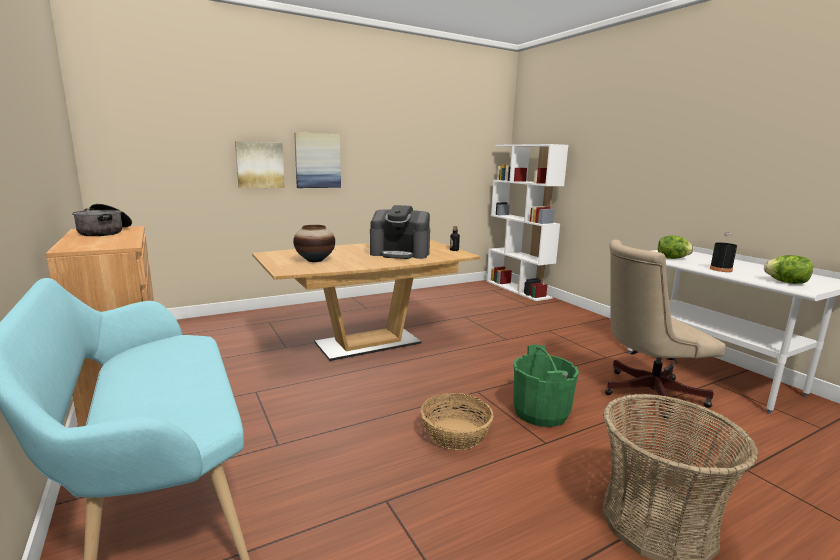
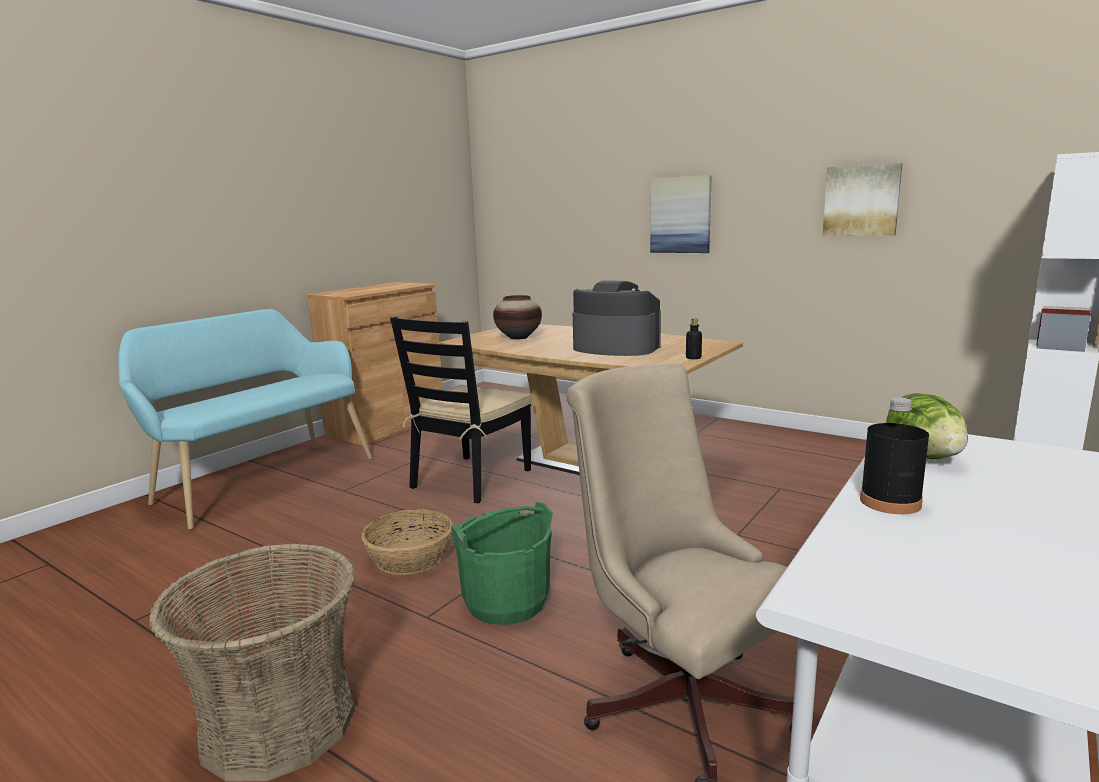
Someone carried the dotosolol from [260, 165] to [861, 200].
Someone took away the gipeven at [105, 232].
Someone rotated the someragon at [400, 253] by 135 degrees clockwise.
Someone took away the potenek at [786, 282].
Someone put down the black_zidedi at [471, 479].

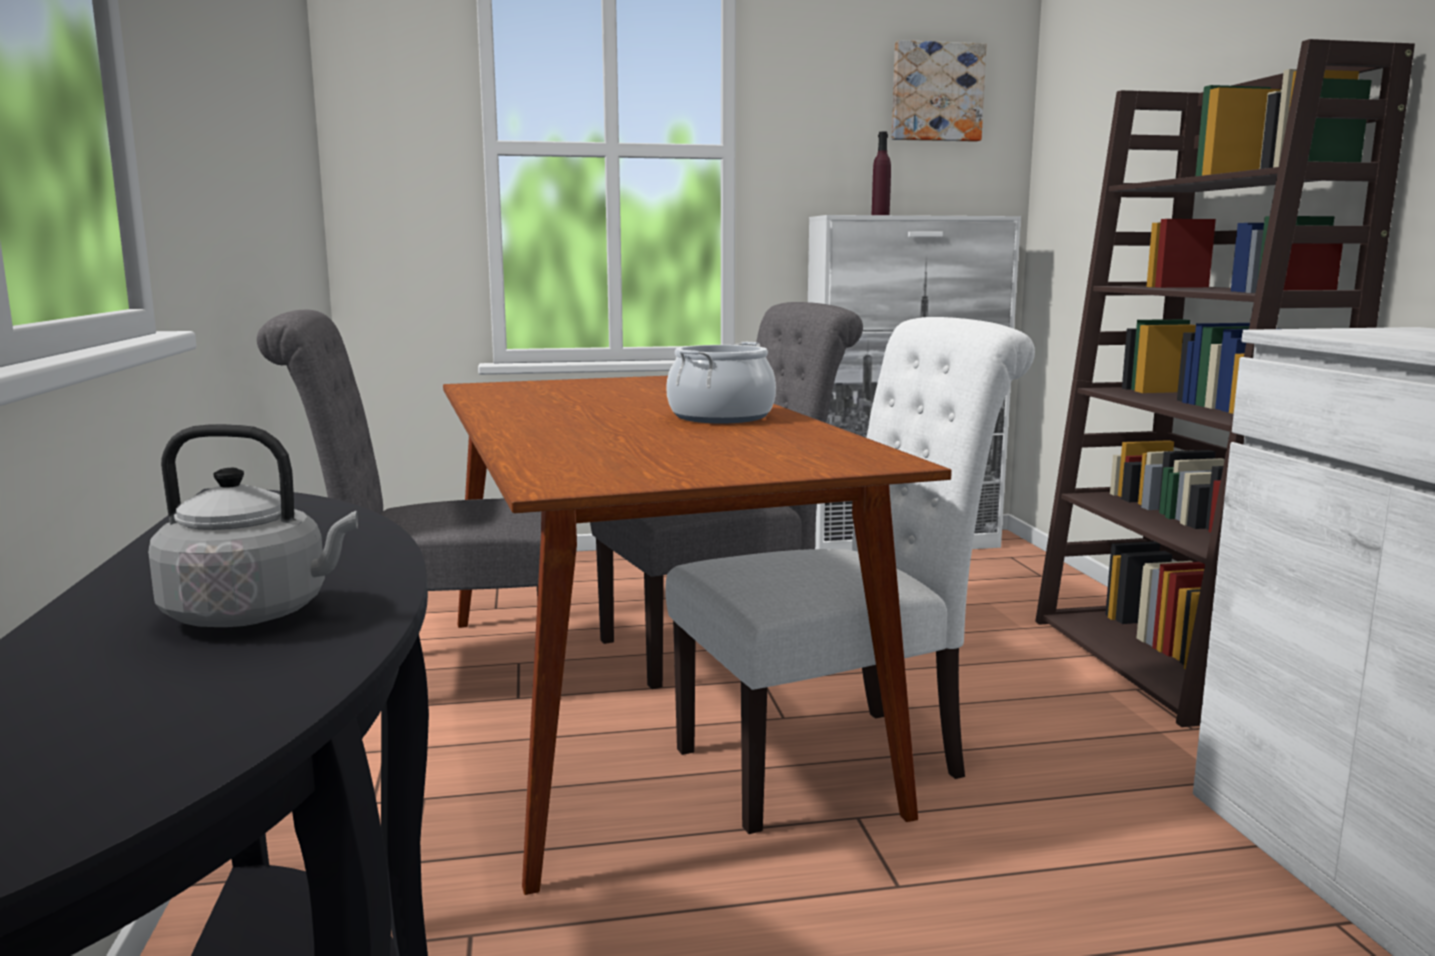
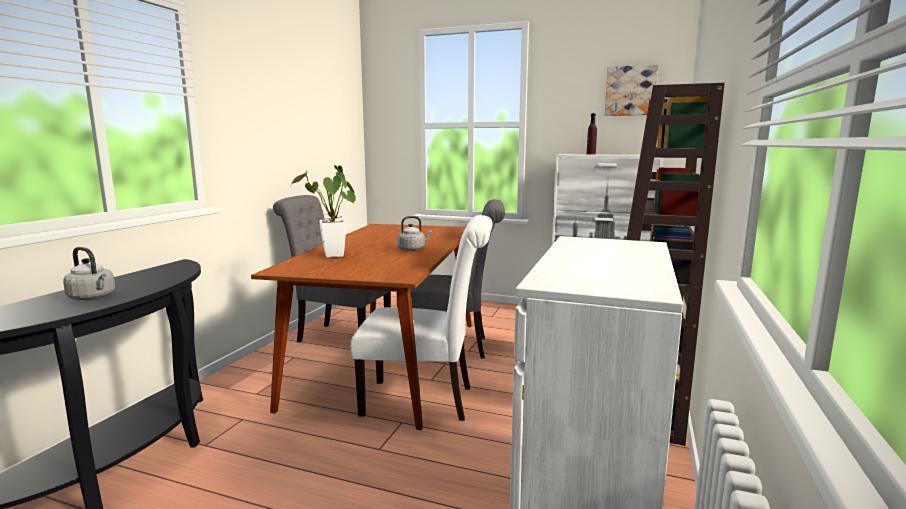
Someone swapped the gipeven at [720, 417] for the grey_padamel at [412, 249].
Someone put down the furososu at [334, 256].

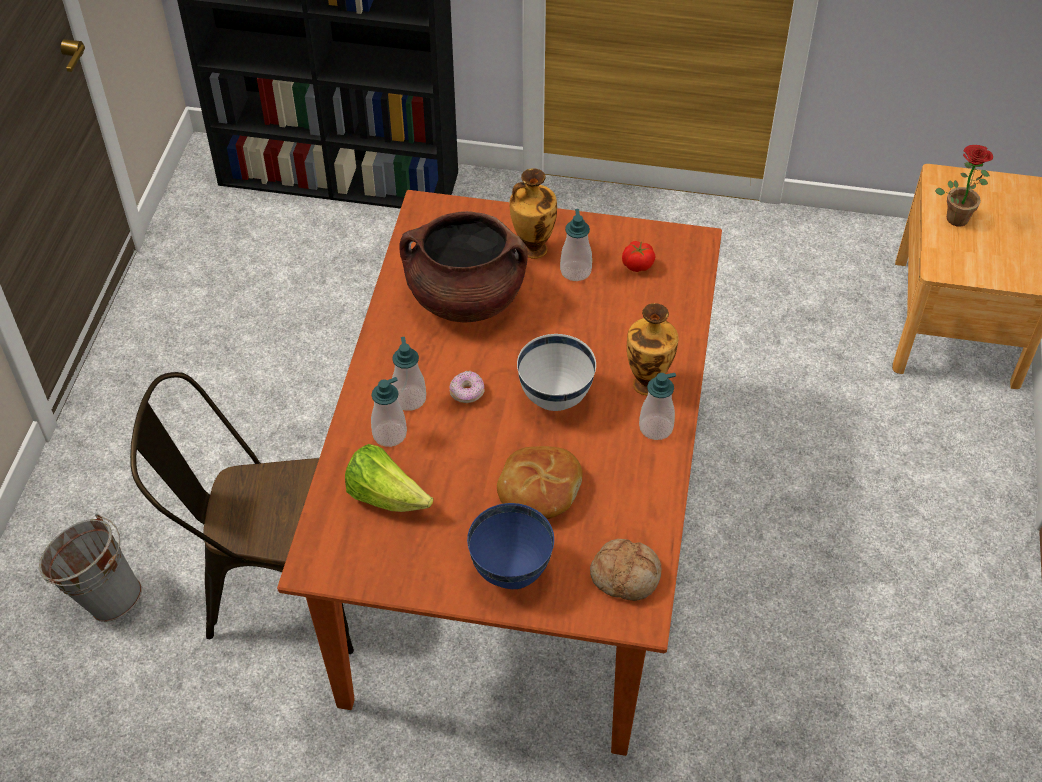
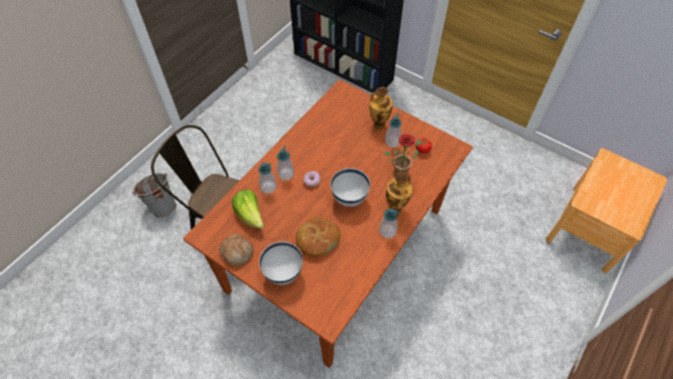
Someone carried the furososu from [957, 215] to [402, 169].
Someone took away the brown_gipeven at [465, 298].
Someone repainted the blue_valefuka at [510, 570], which became the white_valefuka at [283, 273].
Someone carried the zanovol from [626, 575] to [237, 252].

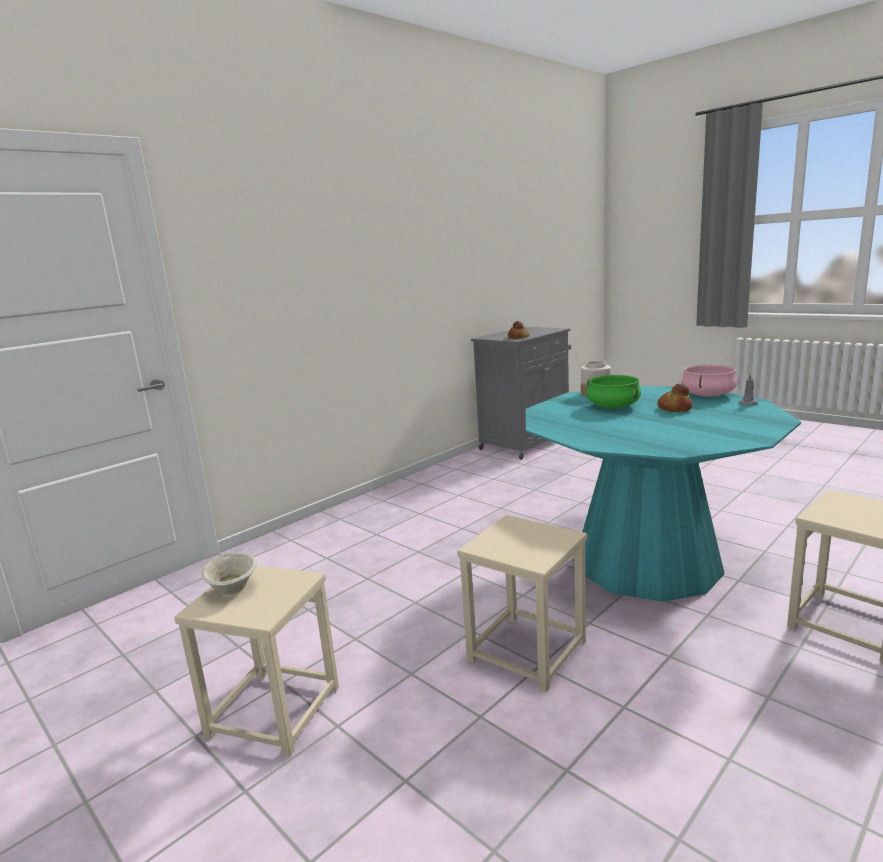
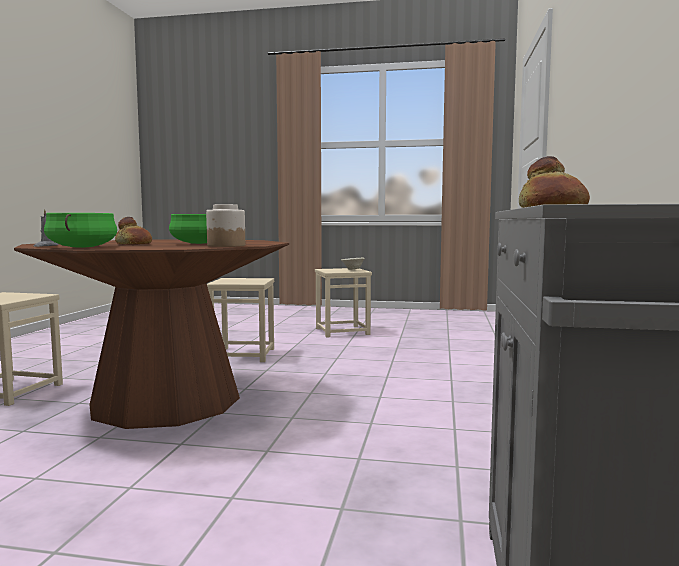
Someone repainted the pink_gipeven at [707, 395], which became the green_gipeven at [82, 247].
Someone repainted the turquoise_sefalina at [647, 562], which became the brown_sefalina at [165, 401].

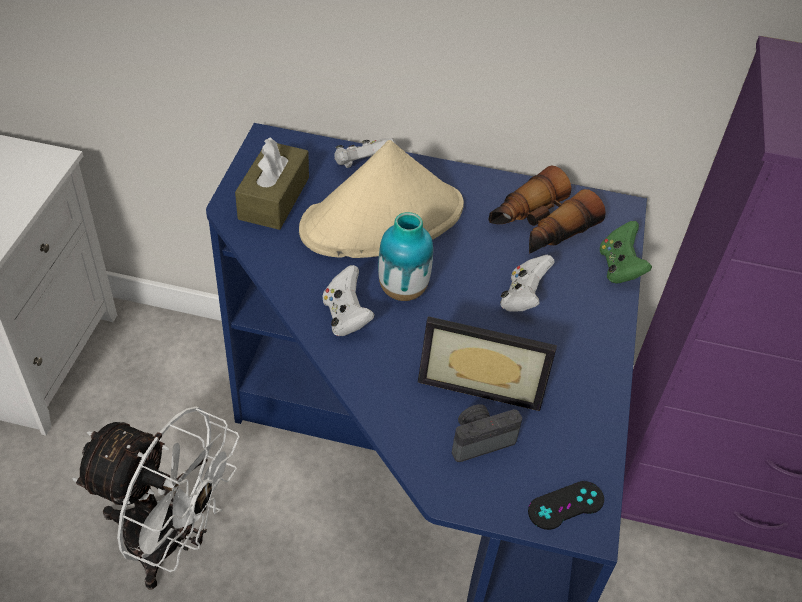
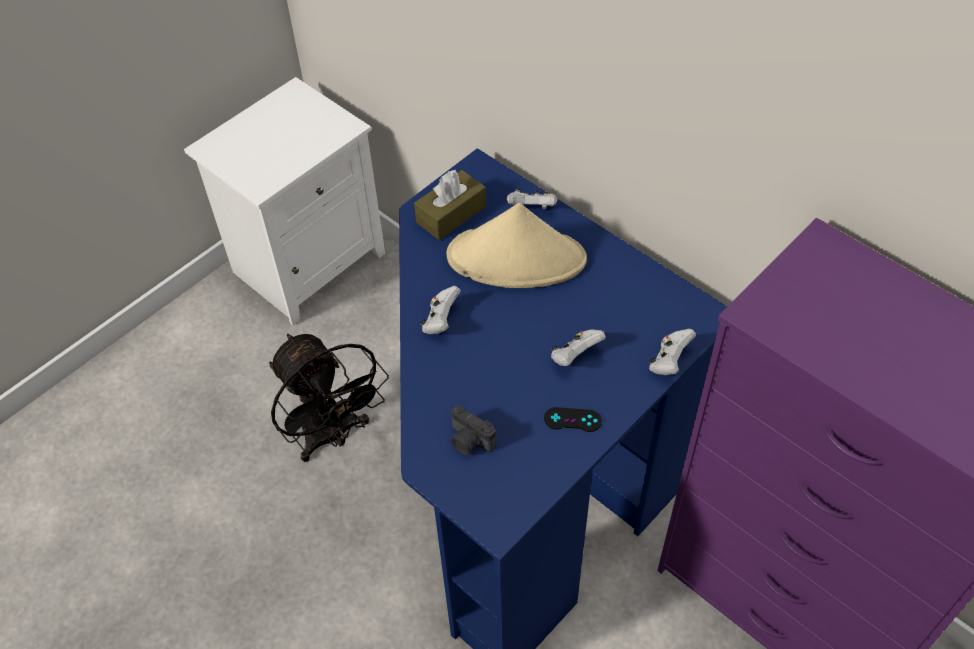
Someone took away the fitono at [539, 227].
Someone took away the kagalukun at [402, 290].
Someone repainted the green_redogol at [619, 267], which became the white_redogol at [669, 362].
Someone took away the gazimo at [482, 379].
Someone rotated the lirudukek at [479, 439] by 150 degrees counterclockwise.
Someone repainted the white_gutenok at [171, 542], which became the black_gutenok at [332, 436].
Someone carried the black_redogol from [566, 505] to [572, 420].

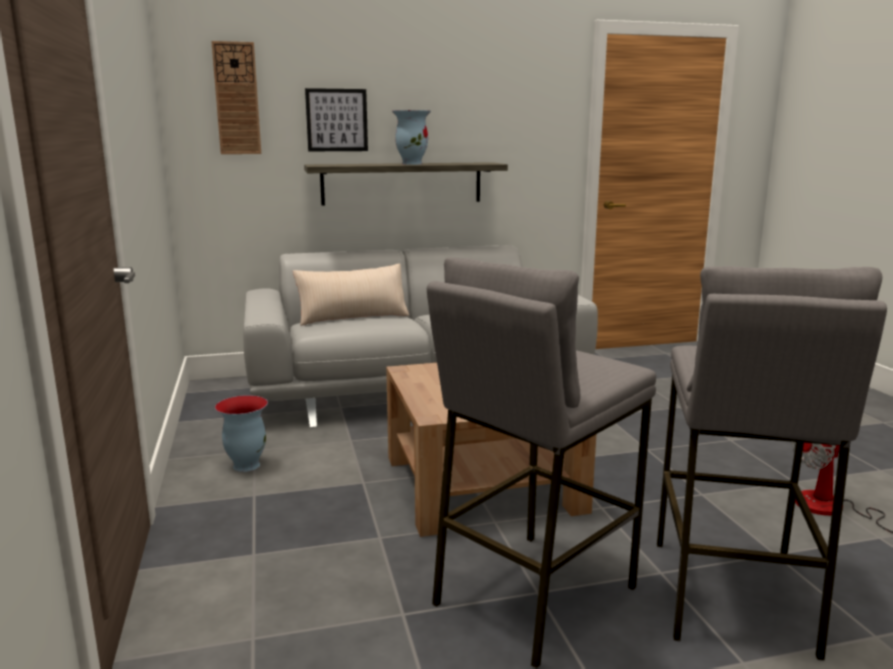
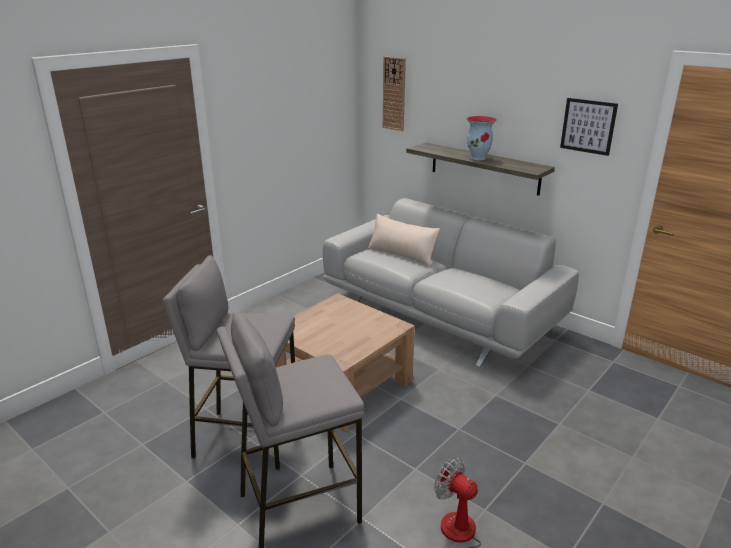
Someone carried the dotosolol from [337, 120] to [588, 126].
Someone took away the kagalukun at [245, 465].

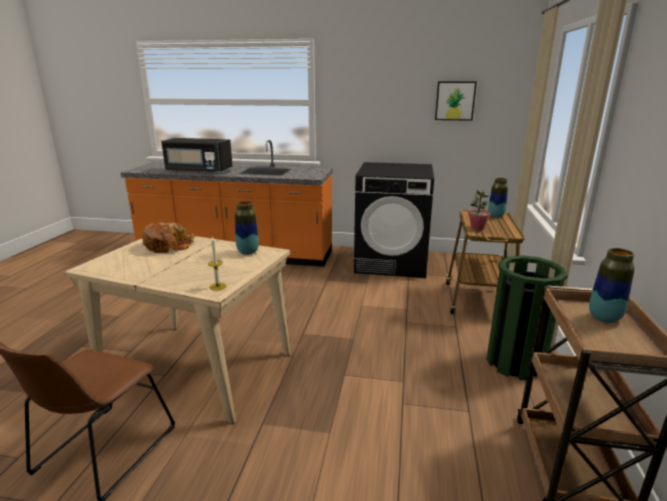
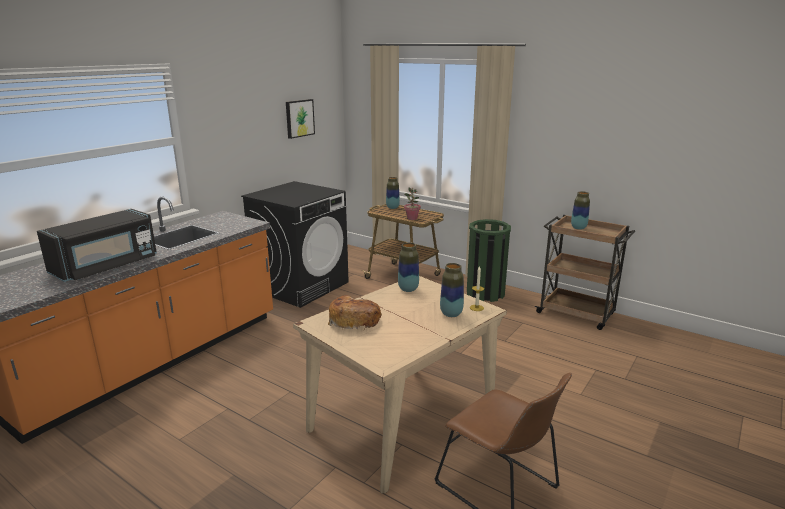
Someone put down the kagalukun at [451, 314].

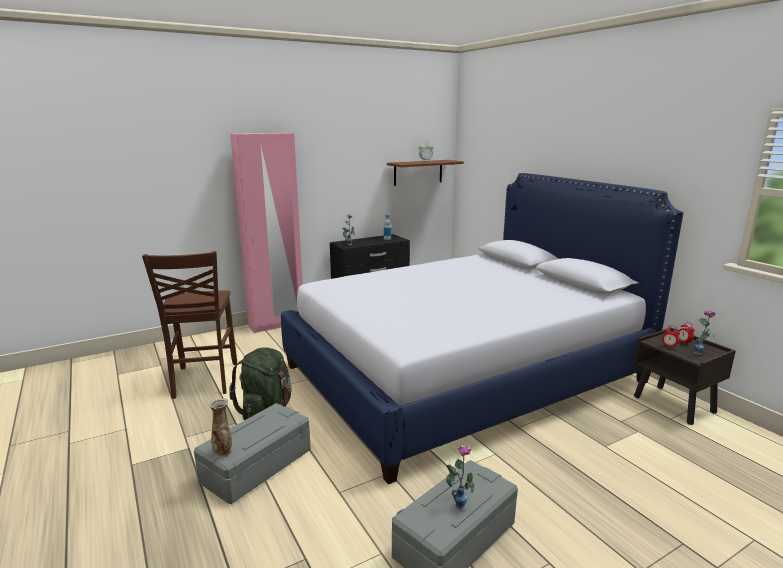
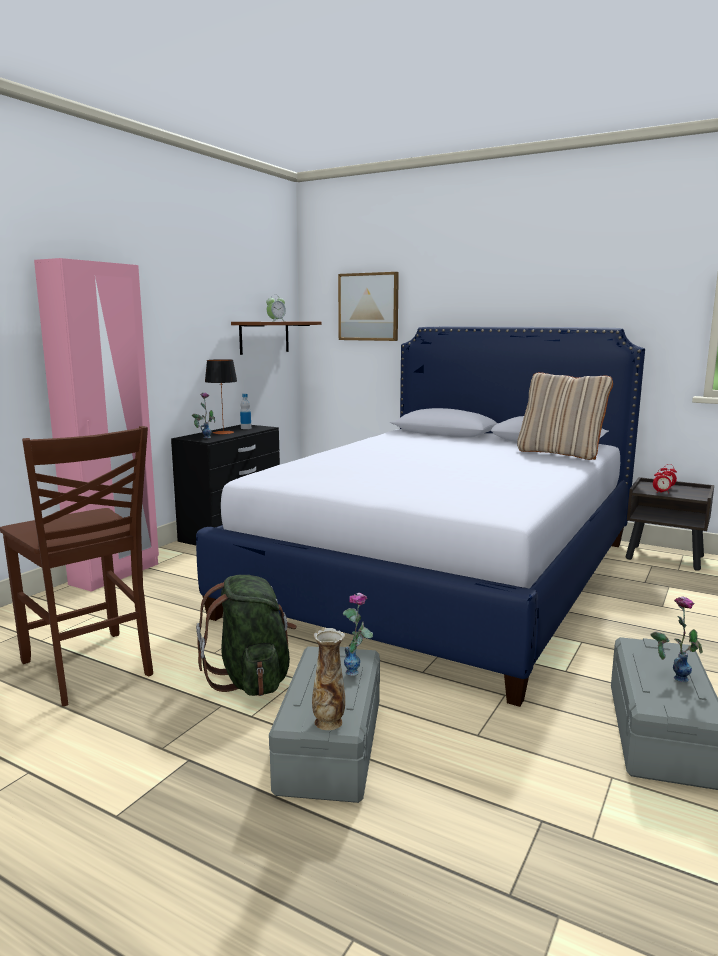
Someone carried the kagalukun from [701, 352] to [358, 669].
Someone put up the dotosolol at [368, 307].
Someone put down the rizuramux at [223, 432].
Someone put down the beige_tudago at [560, 453].

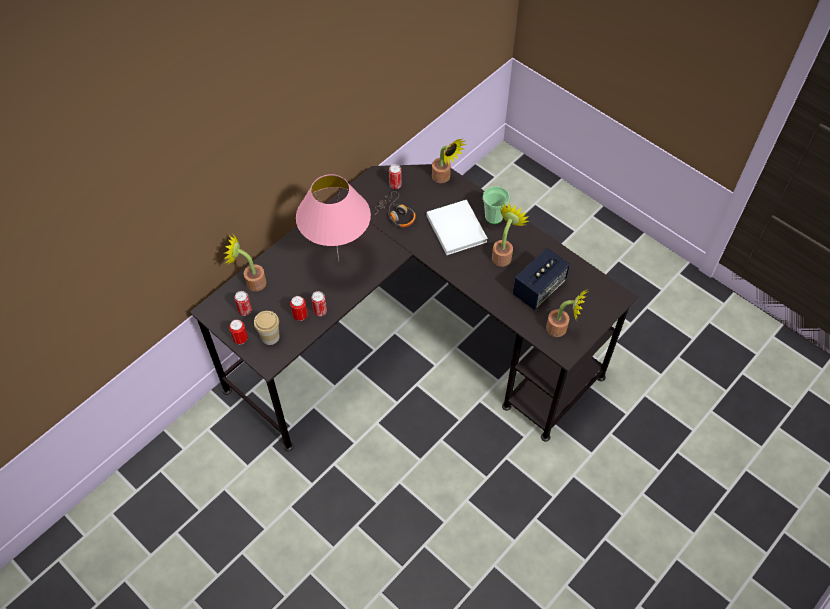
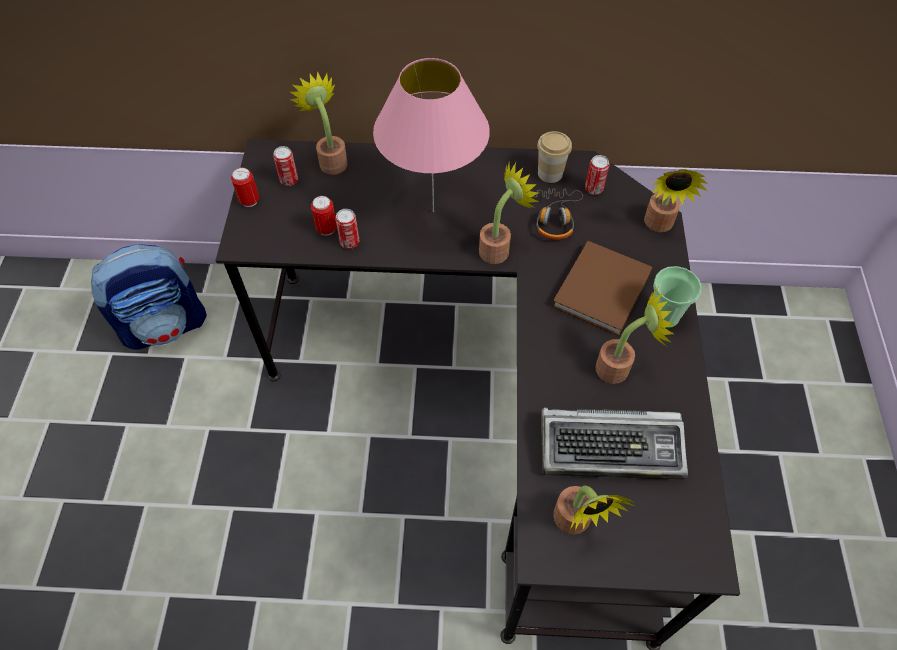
Someone repainted the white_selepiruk at [455, 227], which became the brown_selepiruk at [603, 287].
Someone swapped the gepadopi at [539, 289] for the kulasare at [612, 447].
Someone carried the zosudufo from [270, 337] to [550, 173].
Someone put down the furososu at [499, 248].
Someone put down the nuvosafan at [166, 325].

